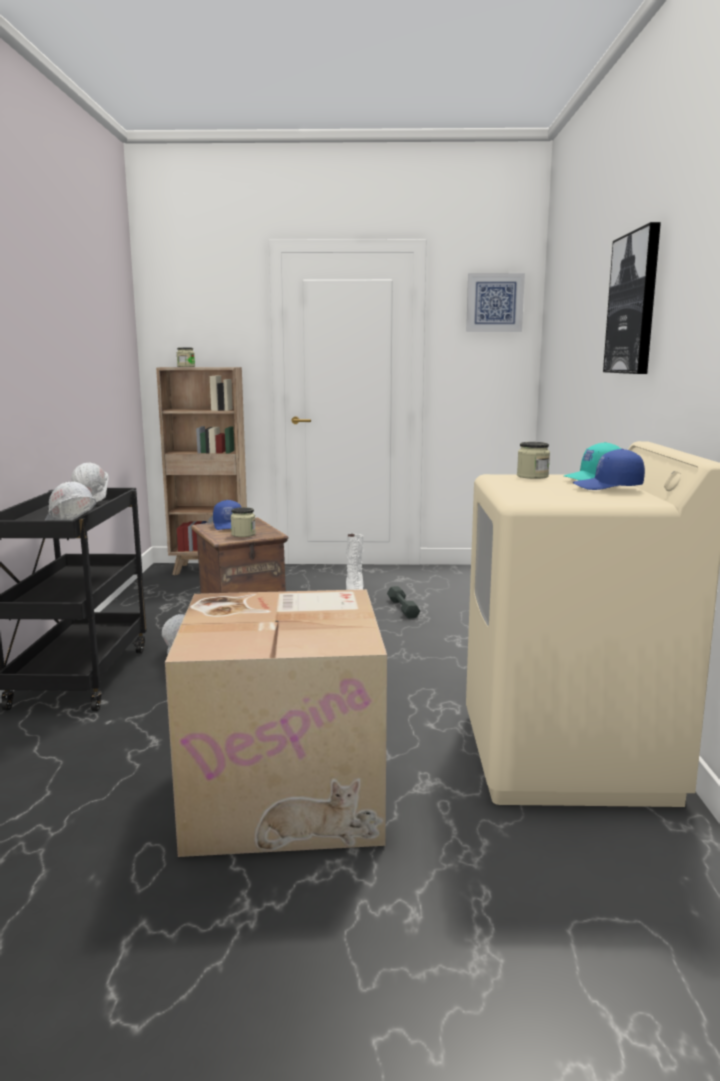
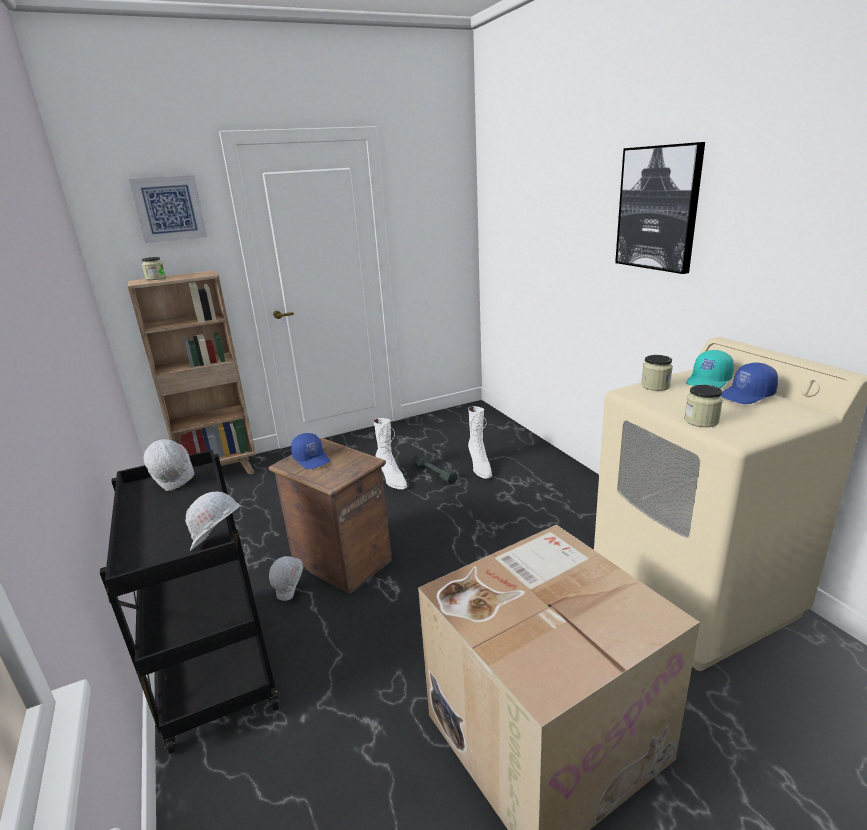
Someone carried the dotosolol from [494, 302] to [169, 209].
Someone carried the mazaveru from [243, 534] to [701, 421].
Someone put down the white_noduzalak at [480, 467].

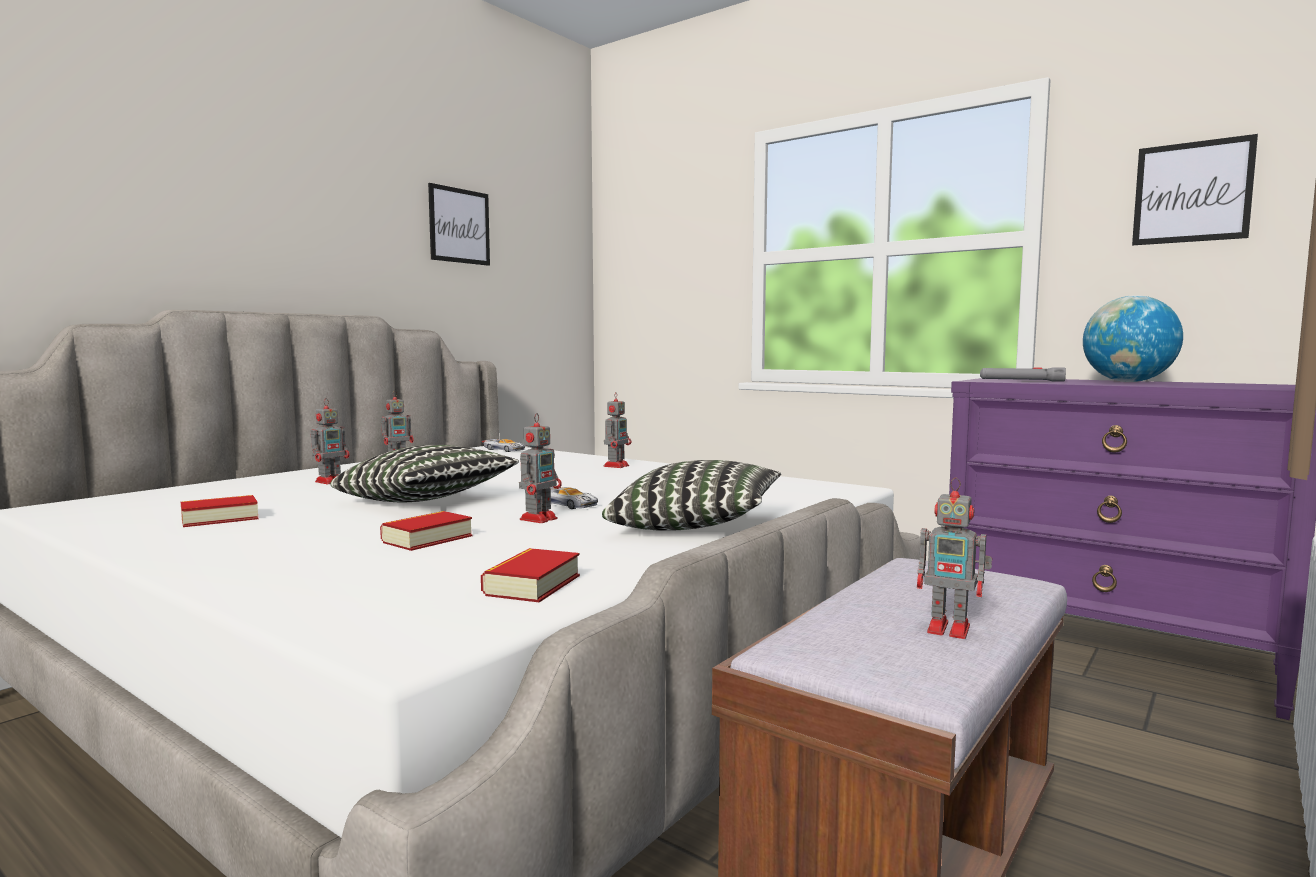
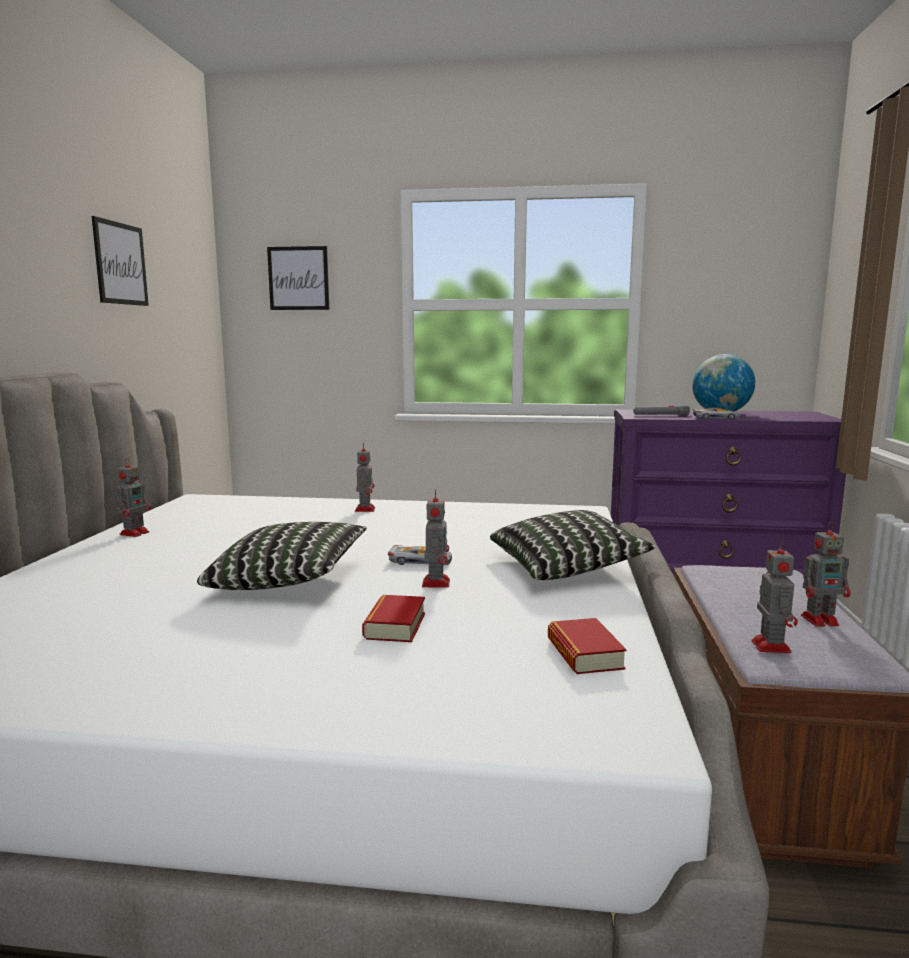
Someone carried the dotosolol from [1192, 192] to [298, 278].
Someone carried the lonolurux from [331, 481] to [770, 645].
Someone carried the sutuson from [504, 449] to [715, 418].
Someone took away the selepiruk at [220, 518].

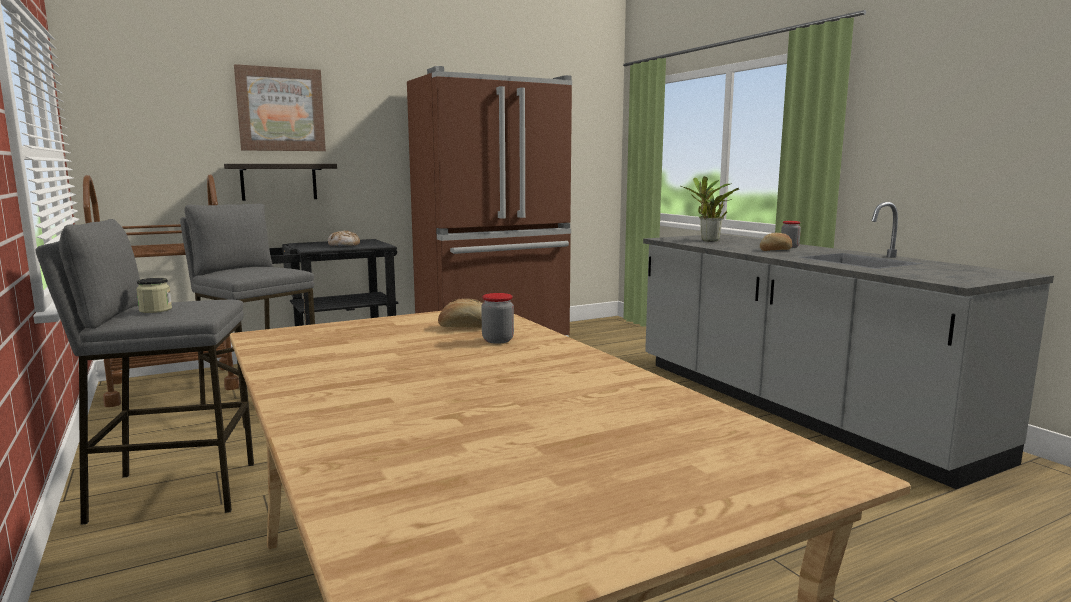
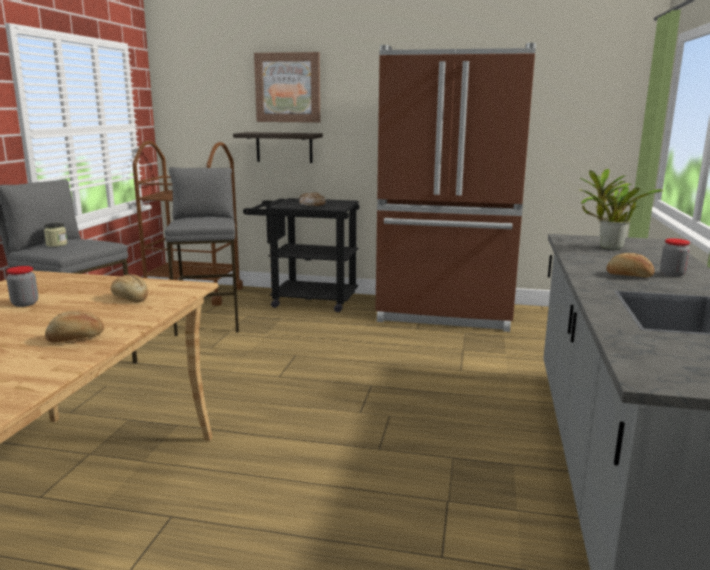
Someone carried the mazaveru from [497, 340] to [25, 303].
Someone put down the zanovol at [76, 338].

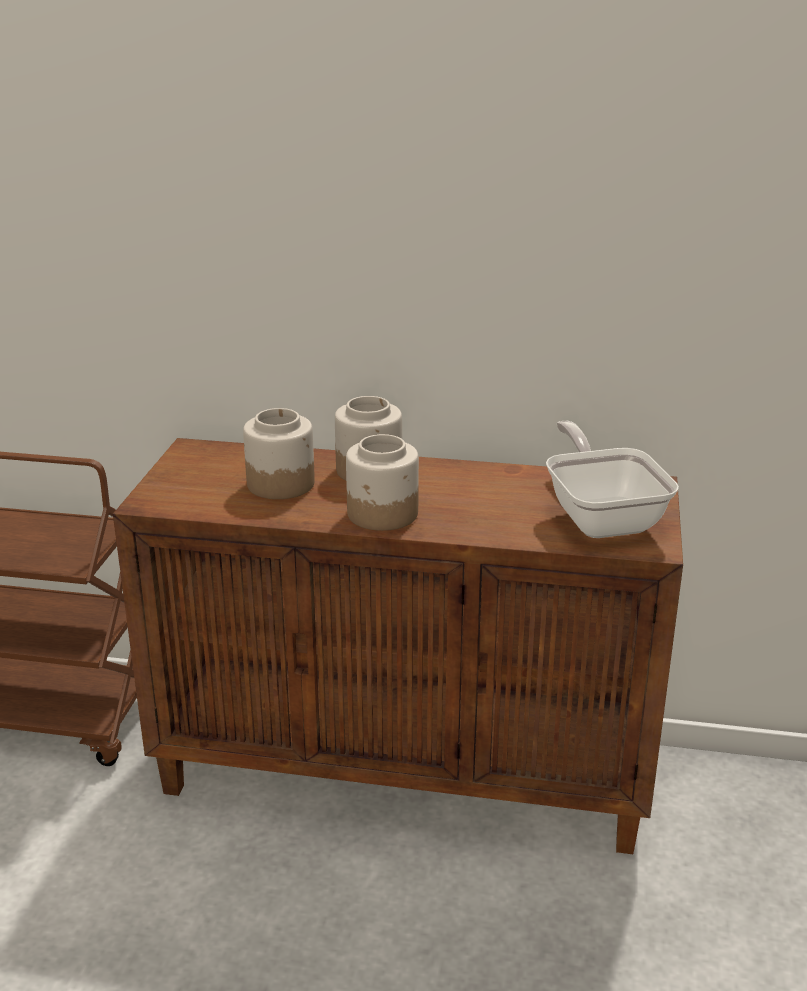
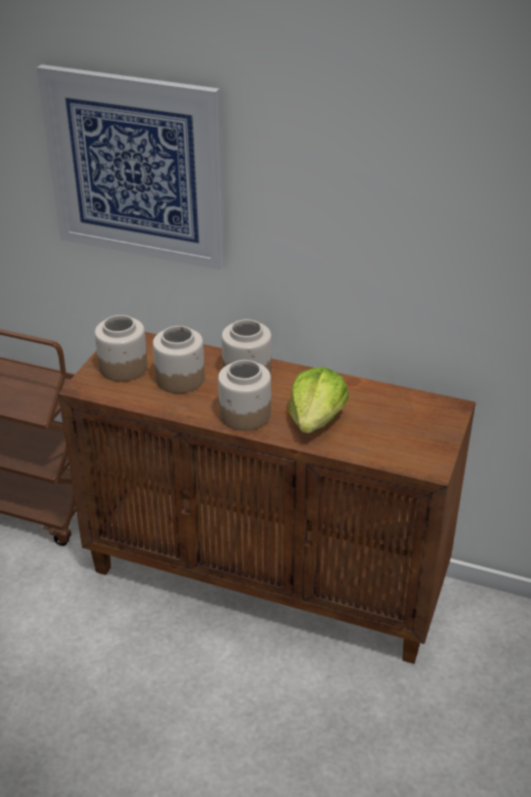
Someone took away the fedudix at [601, 517].
Someone put up the dotosolol at [135, 168].
Someone put down the mazaveru at [122, 367].
Someone put down the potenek at [316, 419].

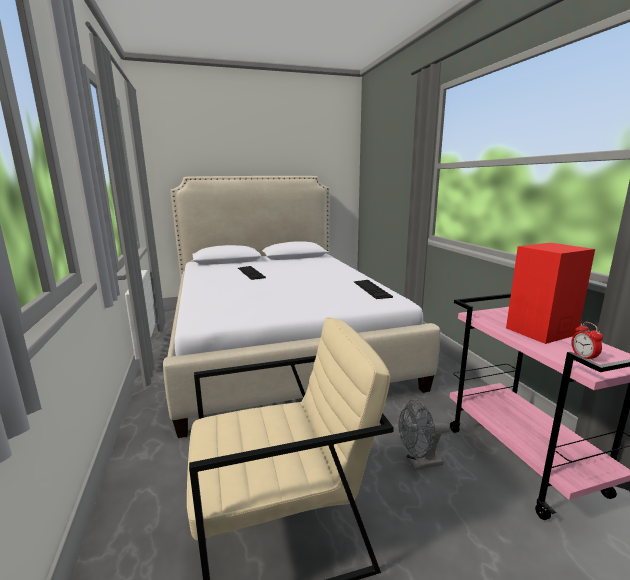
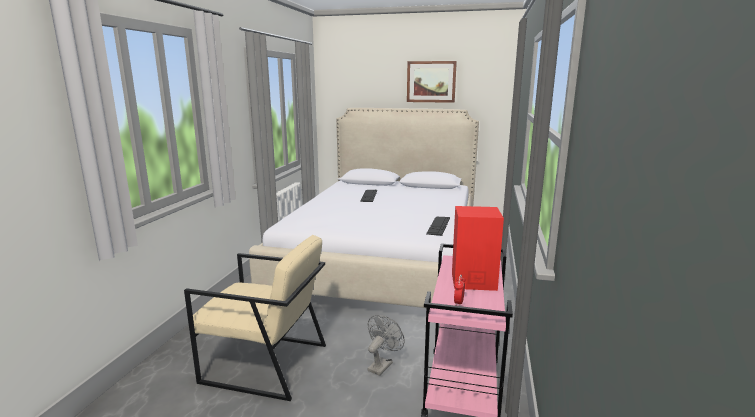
Someone rotated the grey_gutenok at [419, 463] by 105 degrees clockwise.
Someone put up the dotosolol at [431, 81].

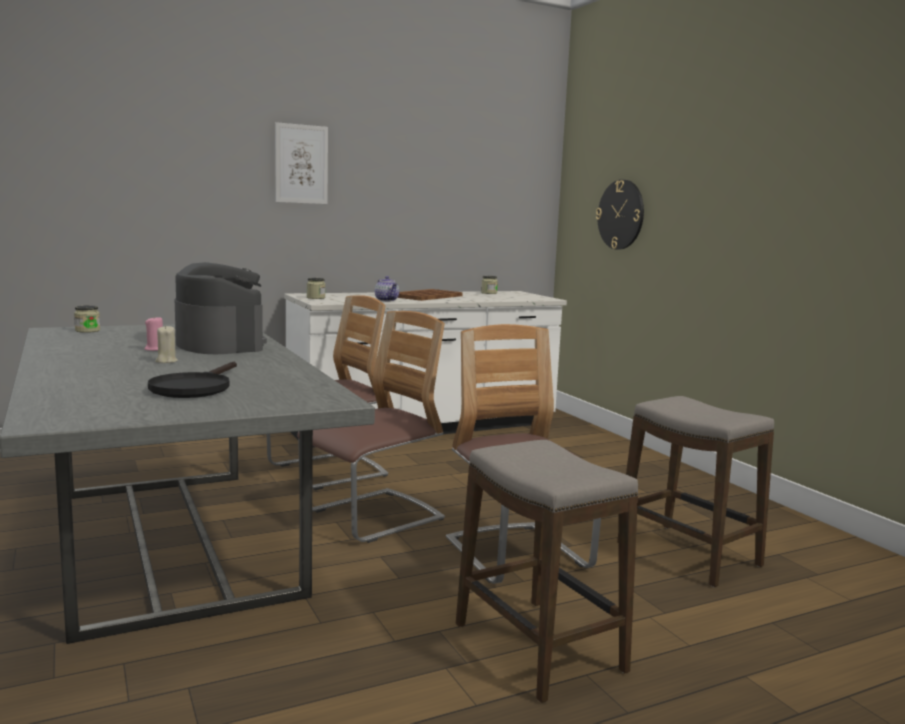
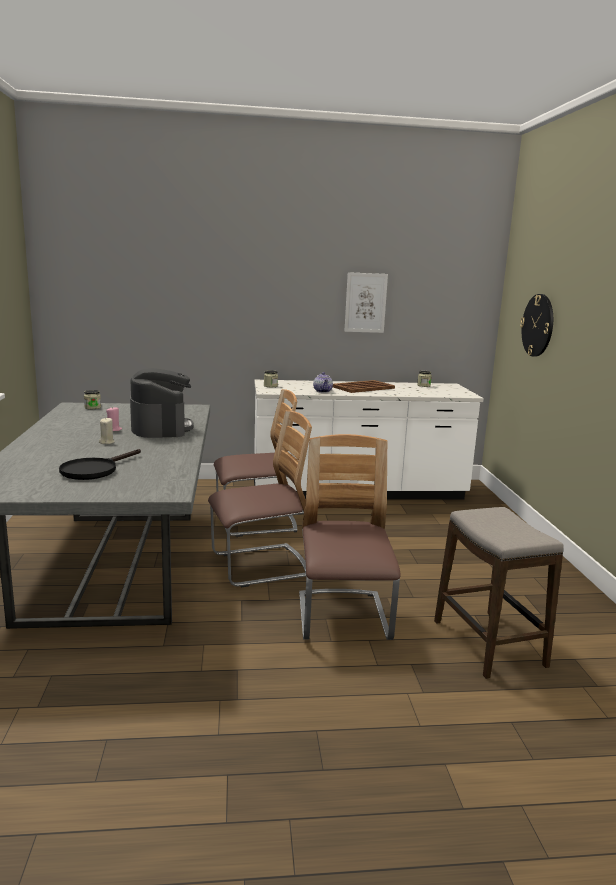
Someone carried the dotosolol from [301, 164] to [365, 303].
Someone took away the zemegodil at [538, 648].

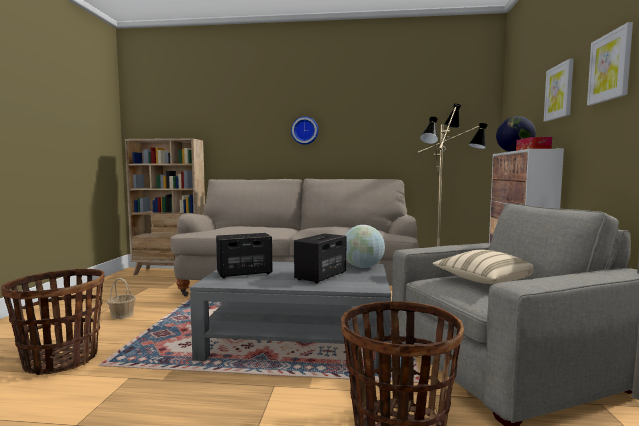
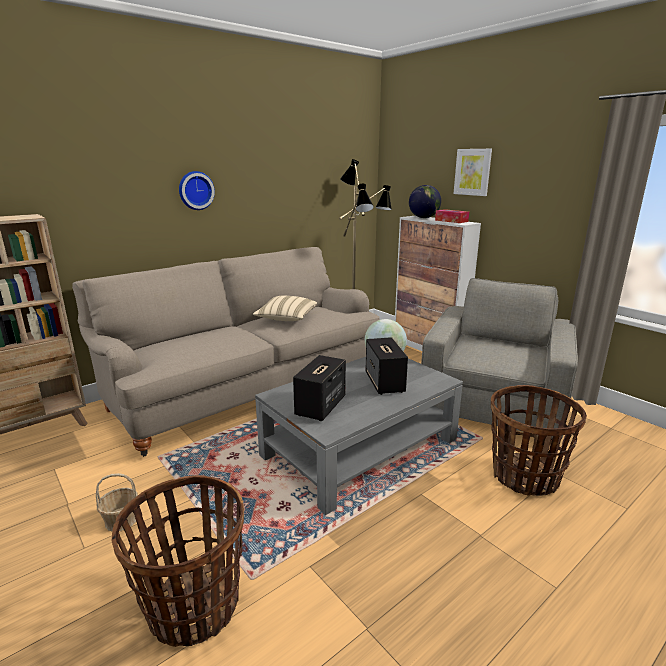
Someone took away the dotosolol at [610, 67].
Someone carried the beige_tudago from [483, 281] to [286, 319].

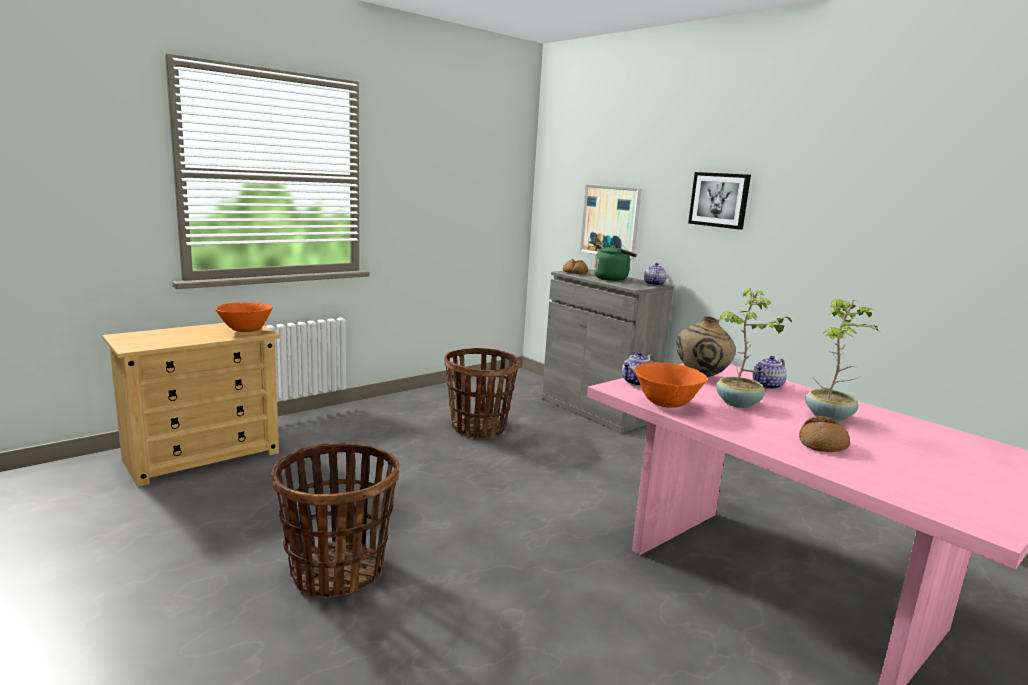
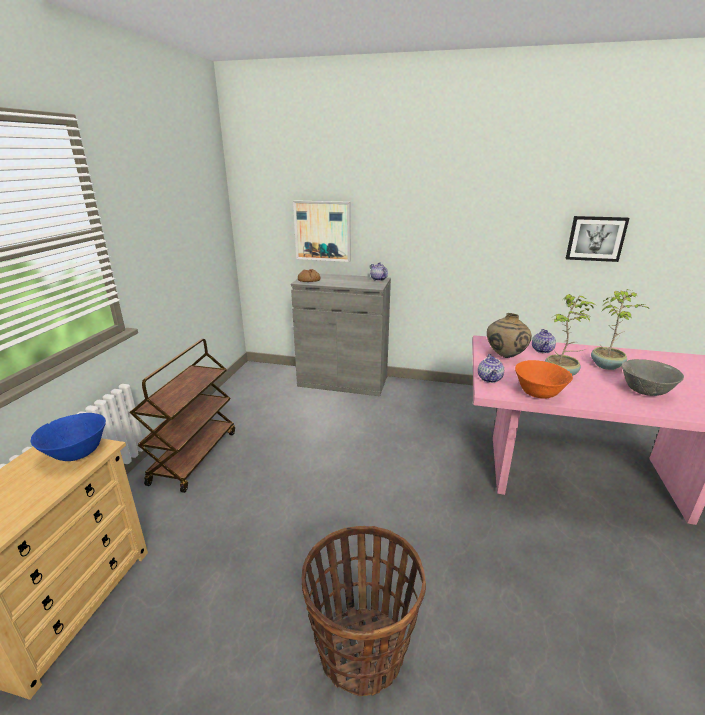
Someone carried the dotosolol from [719, 200] to [595, 238].
Someone took away the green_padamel at [613, 279].
Someone repainted the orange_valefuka at [245, 331], which became the blue_valefuka at [77, 454].
Someone took away the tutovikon at [478, 428].
Someone swapped the zanovol at [822, 444] for the grey_valefuka at [645, 392].
Someone put down the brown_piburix at [194, 456].

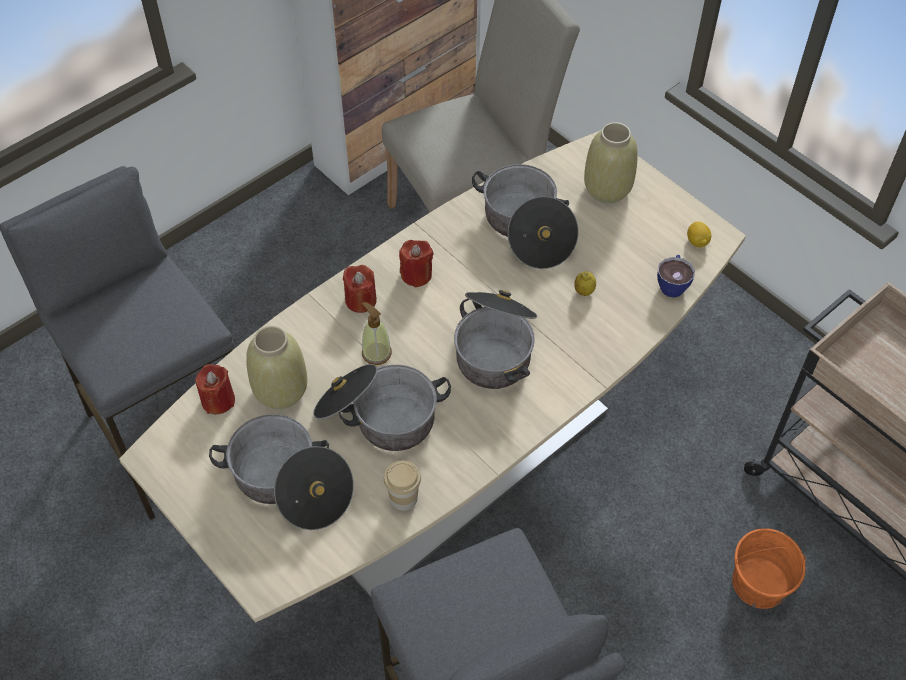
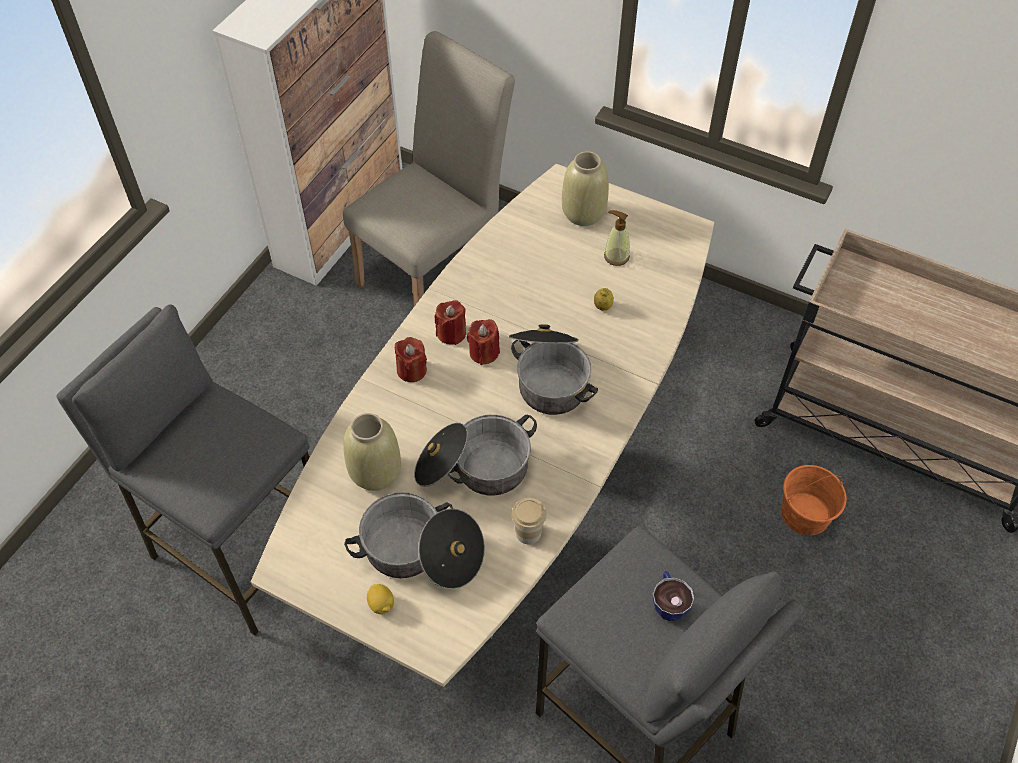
Someone took away the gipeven at [526, 228].
Someone carried the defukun from [697, 242] to [381, 604].
Someone carried the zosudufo from [672, 284] to [668, 603].
Someone carried the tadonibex from [376, 353] to [616, 256].
Someone carried the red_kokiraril from [218, 400] to [484, 352].

